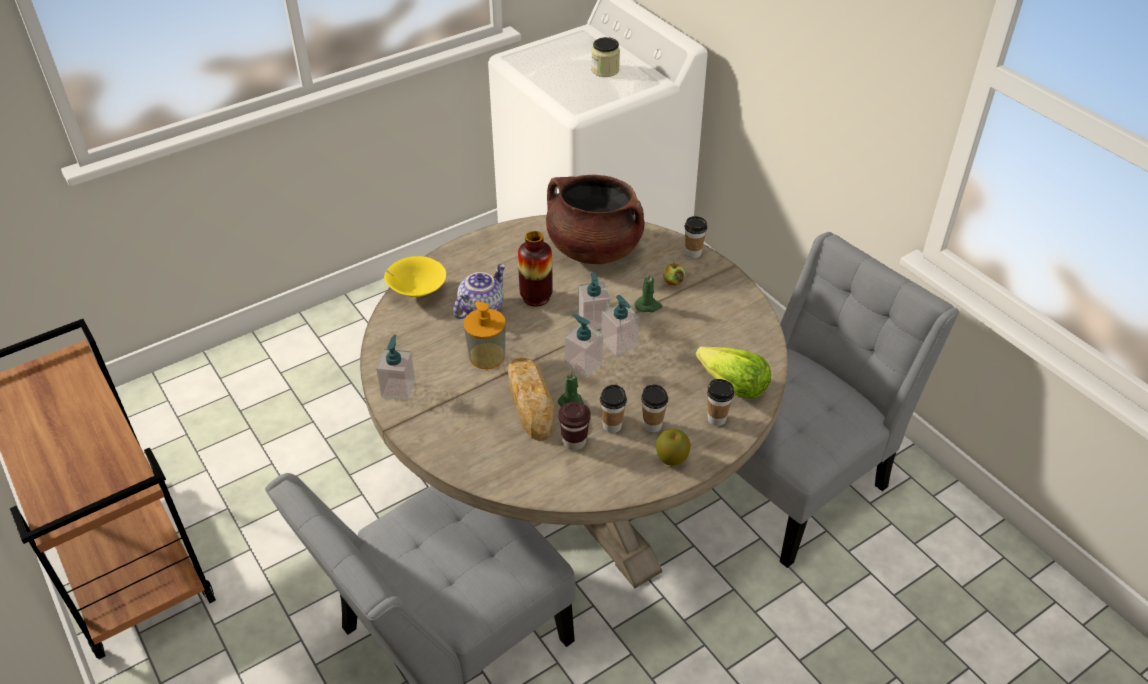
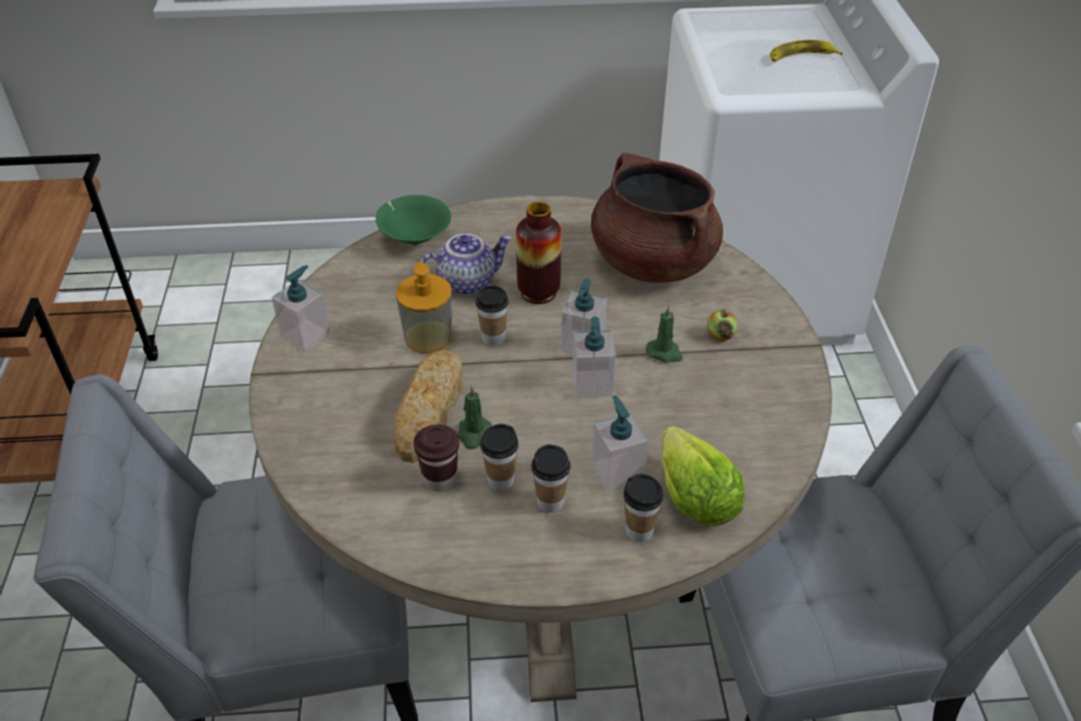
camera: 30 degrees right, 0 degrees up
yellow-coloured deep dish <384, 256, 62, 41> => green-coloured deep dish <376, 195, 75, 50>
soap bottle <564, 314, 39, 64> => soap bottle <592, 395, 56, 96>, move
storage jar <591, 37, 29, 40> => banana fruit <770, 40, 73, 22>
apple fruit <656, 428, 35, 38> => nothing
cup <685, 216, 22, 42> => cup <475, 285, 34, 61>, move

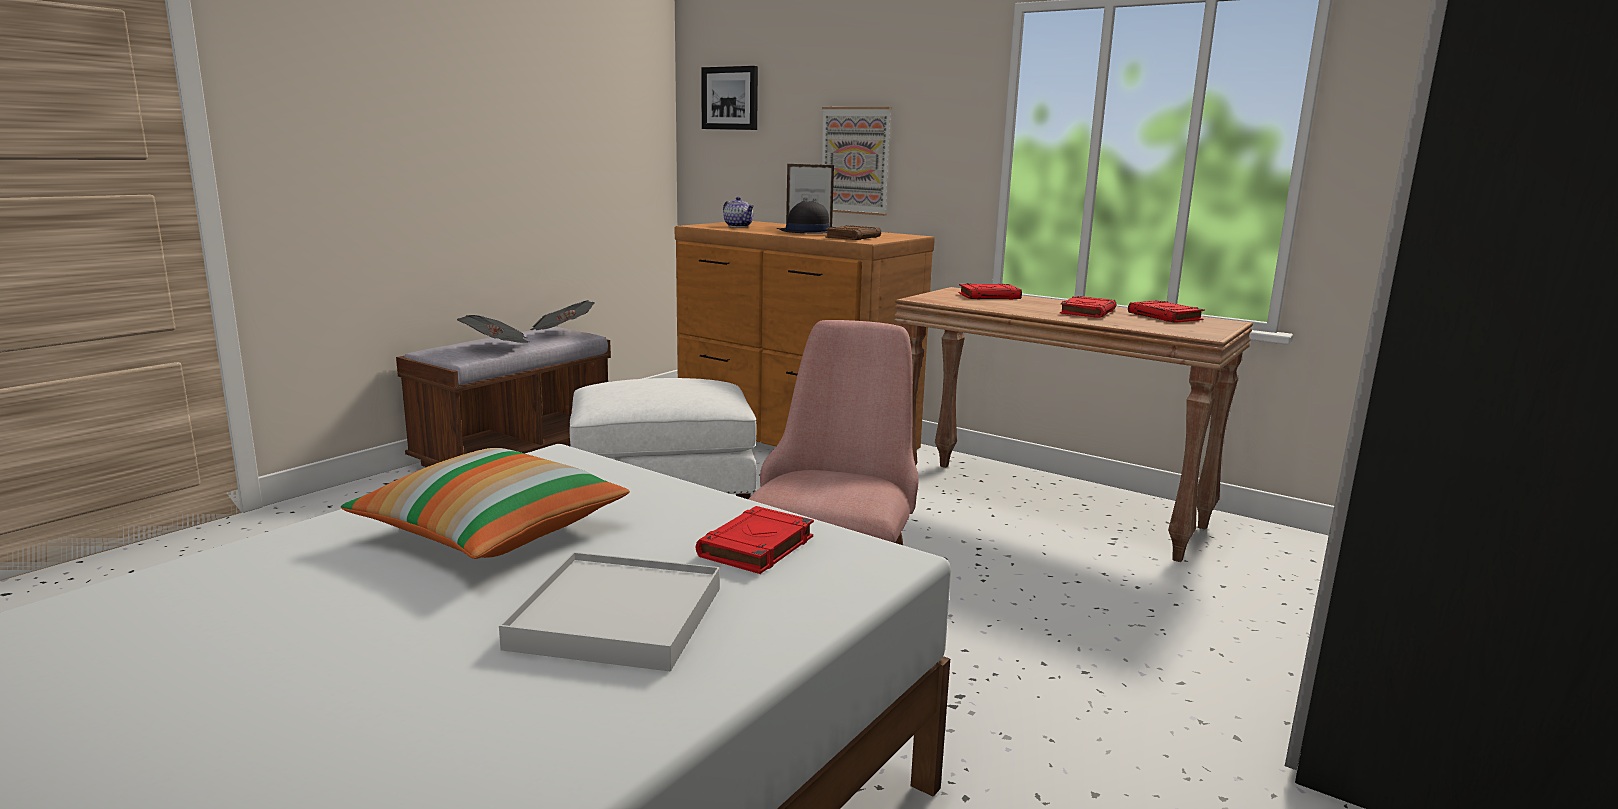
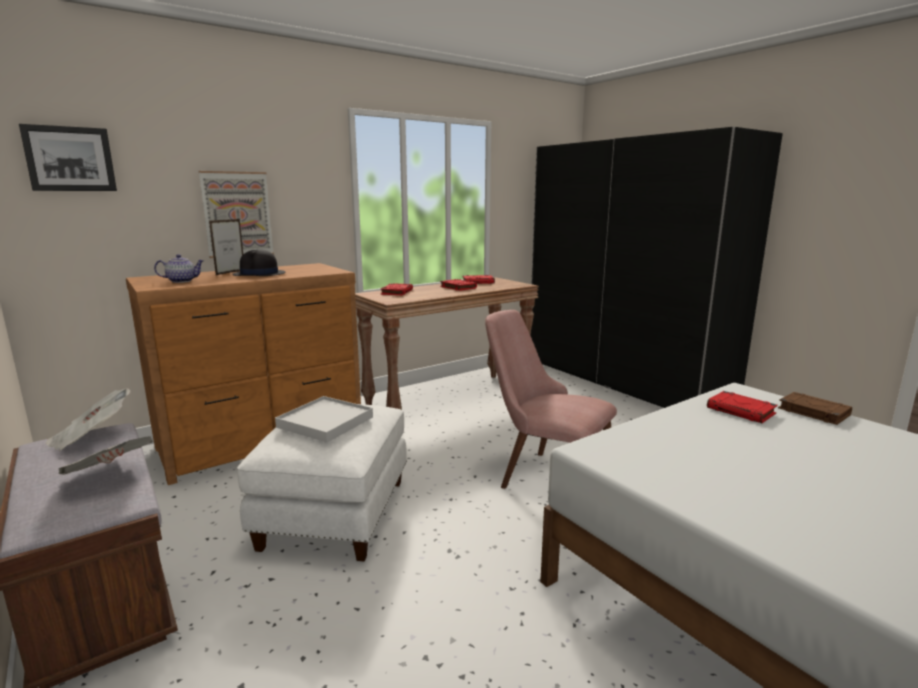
camera: 70 degrees left, 0 degrees up
throw pillow <341, 448, 288, 111> => nothing
white carrying tray <499, 552, 221, 119> => white carrying tray <275, 396, 98, 47>, move
brown-coloured volume <825, 225, 56, 15> => brown-coloured volume <778, 392, 74, 33>, move

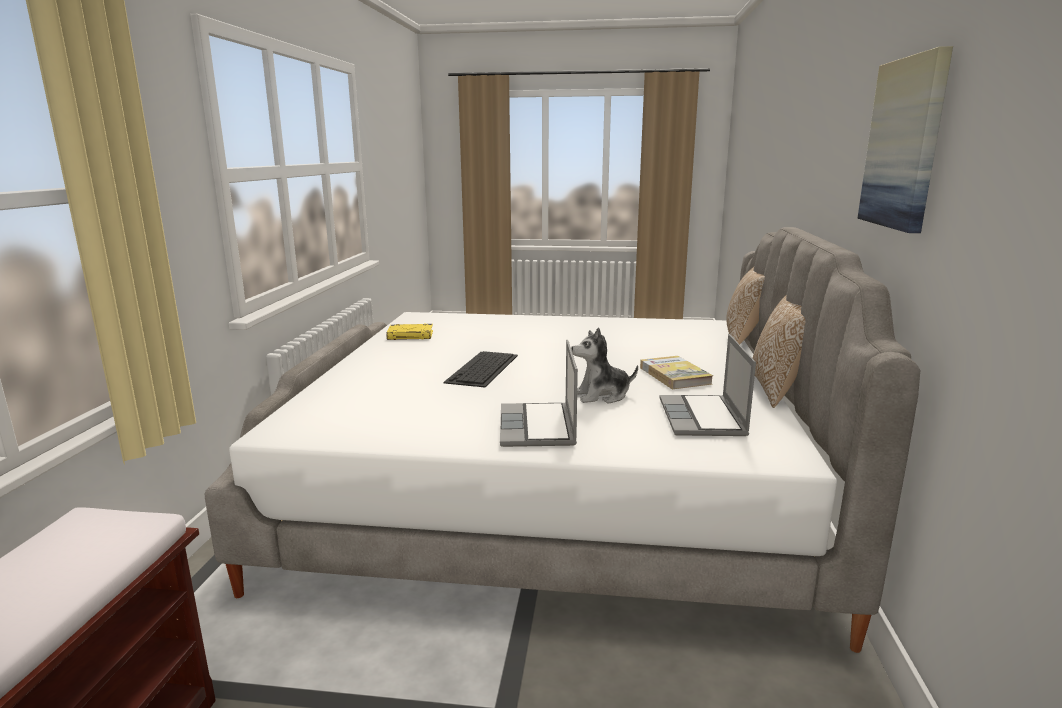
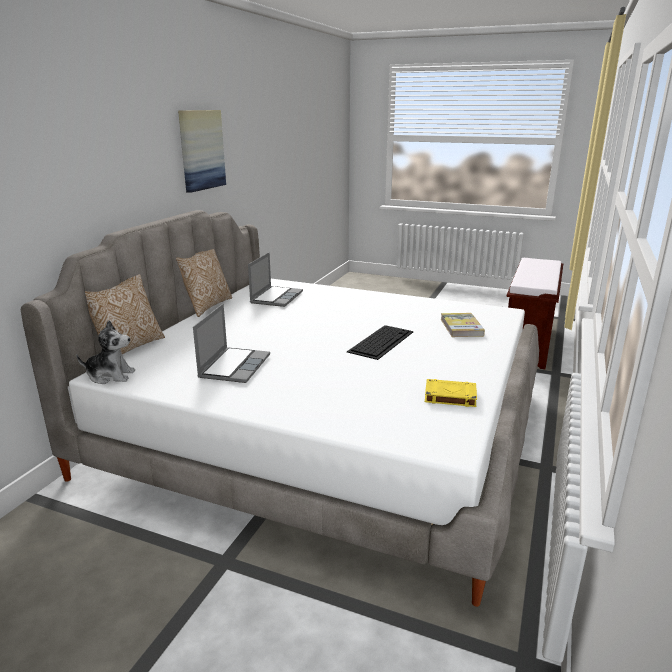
camera: 165 degrees left, 5 degrees up
notebook computer <500, 340, 78, 107> => notebook computer <193, 304, 77, 79>, move
cuddly toy <571, 328, 67, 75> => cuddly toy <76, 320, 59, 64>, move
volume <640, 356, 73, 33> => volume <441, 313, 44, 24>, move

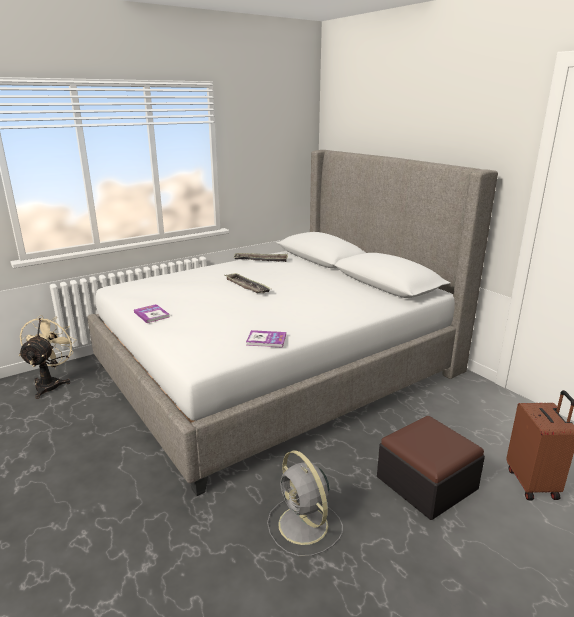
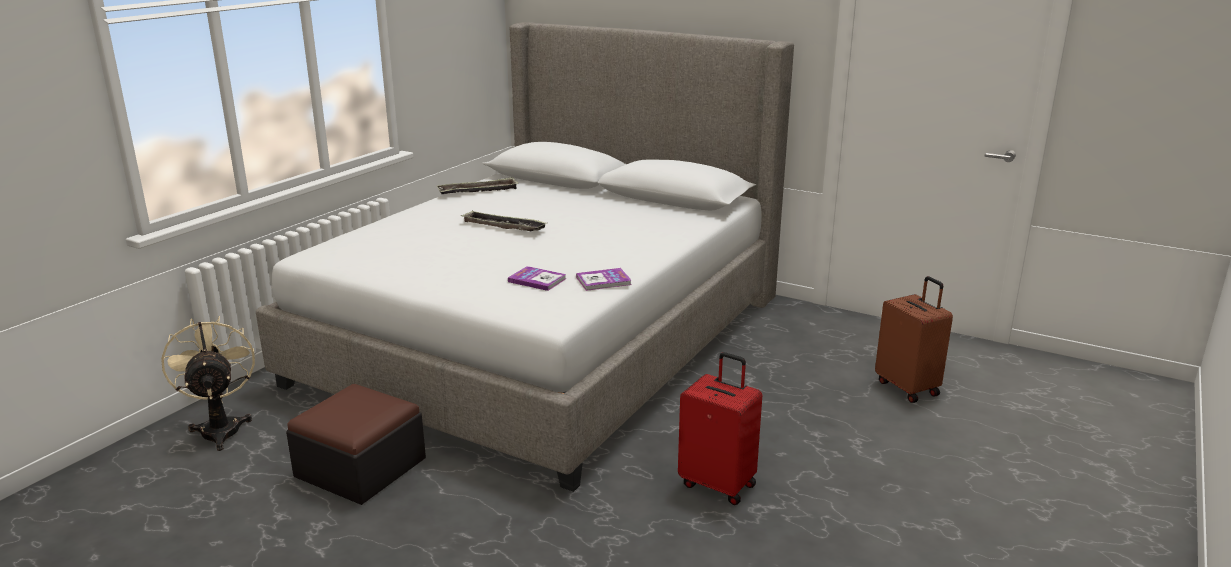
camera: 25 degrees left, 0 degrees up
volume <134, 304, 36, 19> => volume <508, 266, 58, 25>, move
gray electric fan <267, 450, 76, 106> => red-coloured piece of luggage <678, 352, 84, 153>
ottoman <377, 416, 108, 104> => ottoman <286, 384, 140, 121>, move

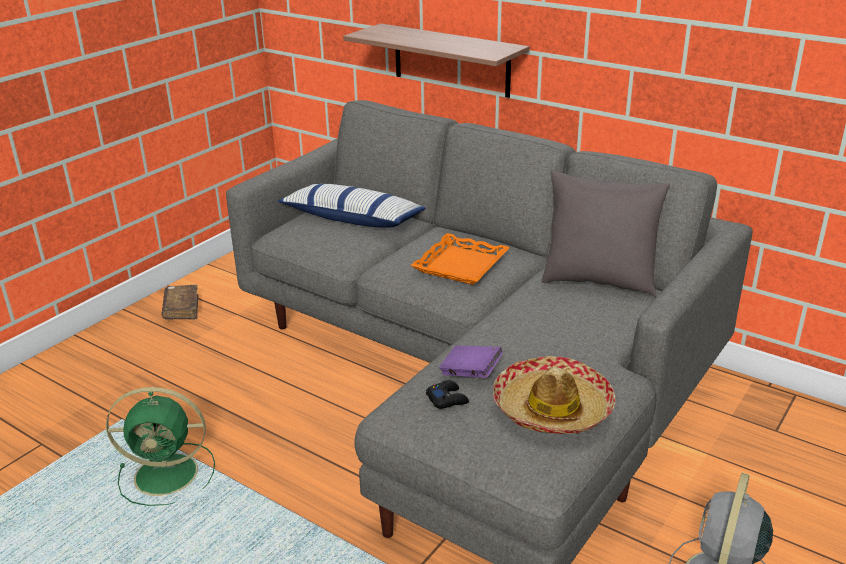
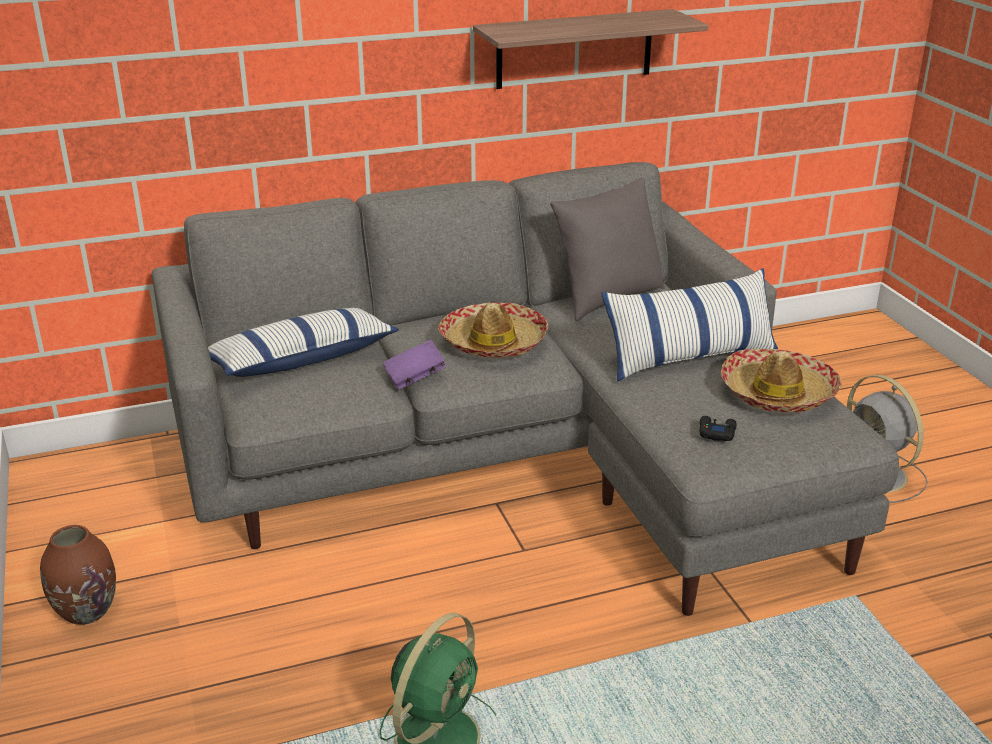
camera: 55 degrees left, 0 degrees up
brown-coloured volume <161, 285, 38, 35> => brown-coloured vase <40, 525, 76, 100>
wall shelf <343, 24, 187, 74> => wall shelf <473, 9, 236, 80>, move
orangey carrying tray <410, 233, 100, 52> => hat <438, 302, 110, 56>
purplish volume <439, 345, 64, 33> => purplish volume <383, 339, 63, 50>, move
nothing => throw pillow <602, 268, 176, 114>

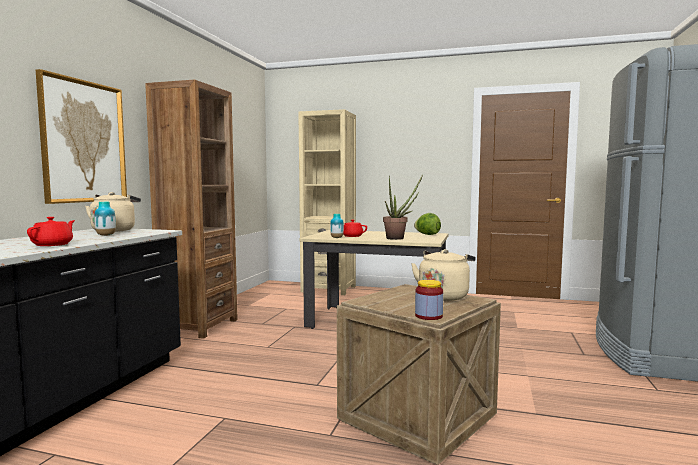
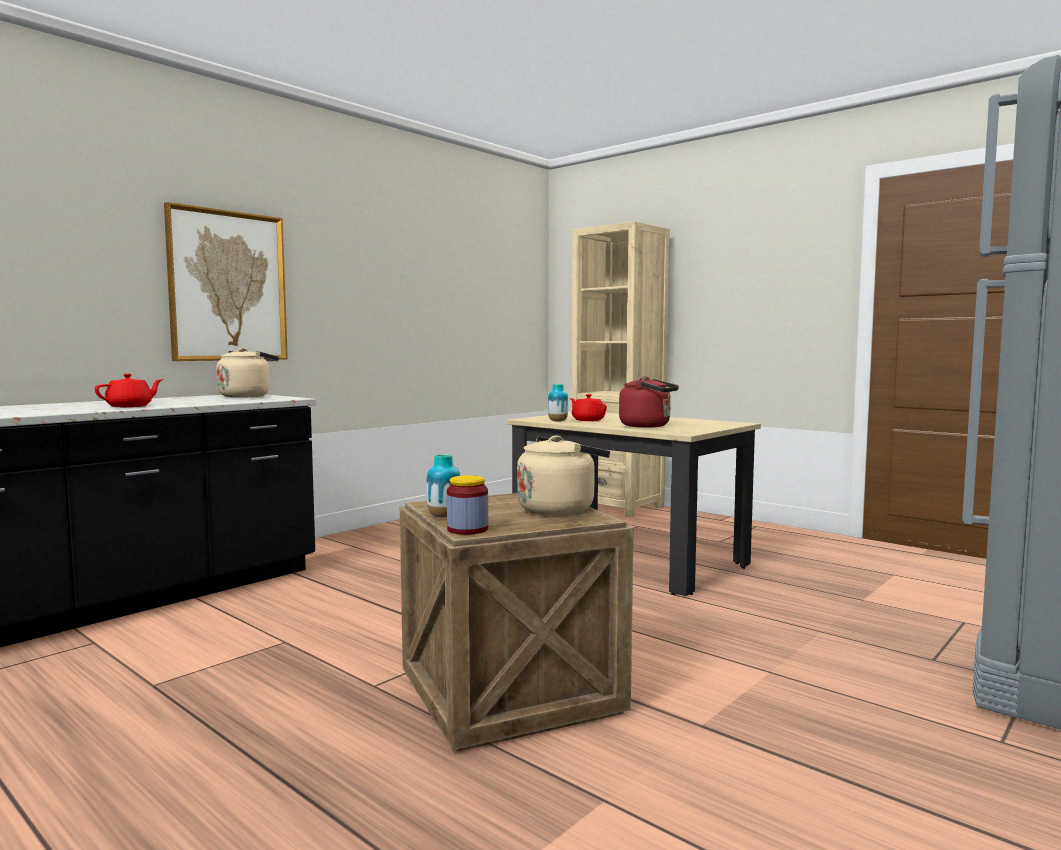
camera: 25 degrees right, 0 degrees up
vase <94, 202, 22, 34> => vase <426, 454, 34, 64>, move
brown-coloured bookshelf <145, 80, 93, 259> => nothing
houseplant <383, 175, 40, 65> => red-coloured water kettle <619, 376, 60, 52>
head of lettuce <414, 213, 27, 22> => nothing

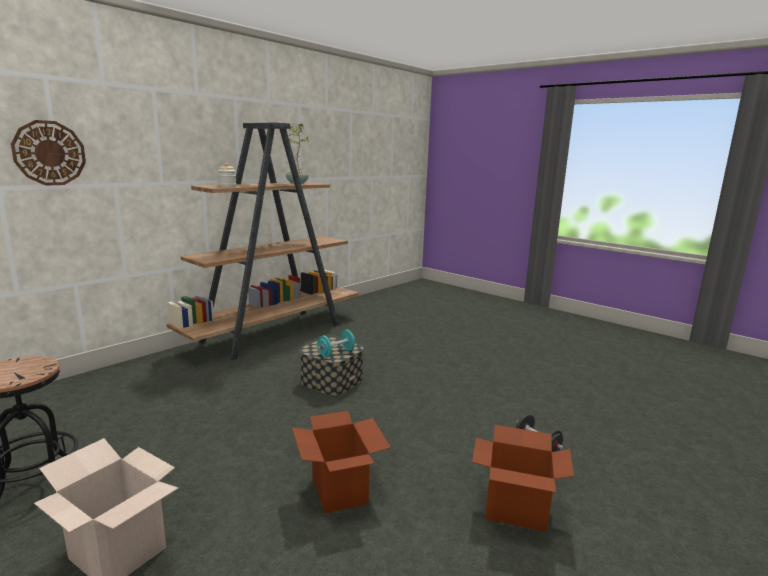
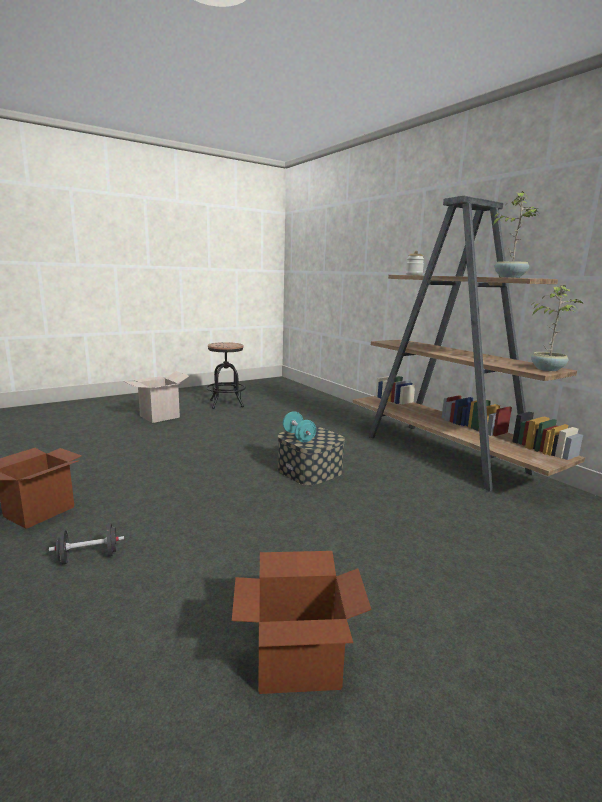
camera: 105 degrees right, 0 degrees up
wall clock <11, 120, 75, 66> => nothing
packing box <292, 411, 99, 103> => packing box <232, 551, 140, 143>, move
nothing => houseplant <531, 285, 52, 86>

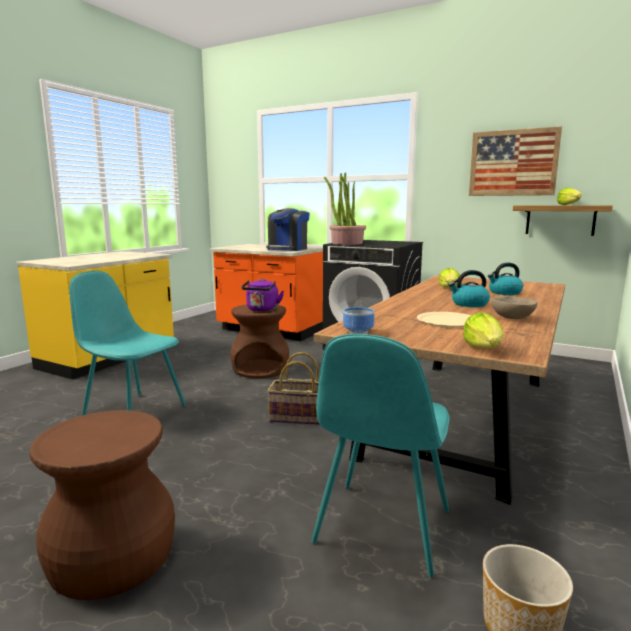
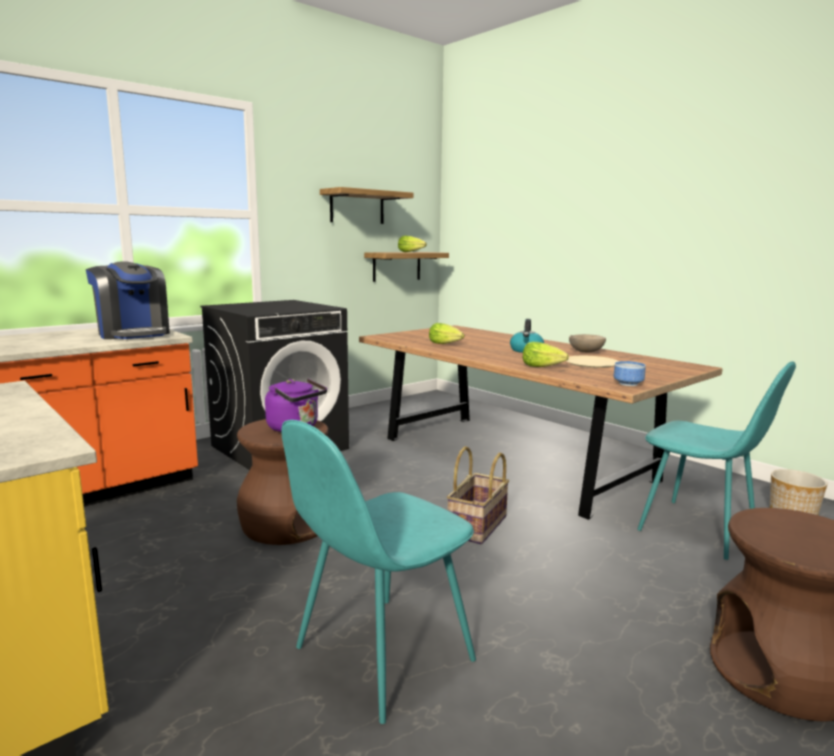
camera: 70 degrees left, 0 degrees up
houseplant <324, 173, 42, 72> => nothing
head of lettuce <463, 312, 41, 36> => head of lettuce <523, 342, 46, 25>, move
wall art <469, 126, 93, 70> => wall shelf <320, 187, 93, 37>
water kettle <488, 262, 35, 33> => nothing

